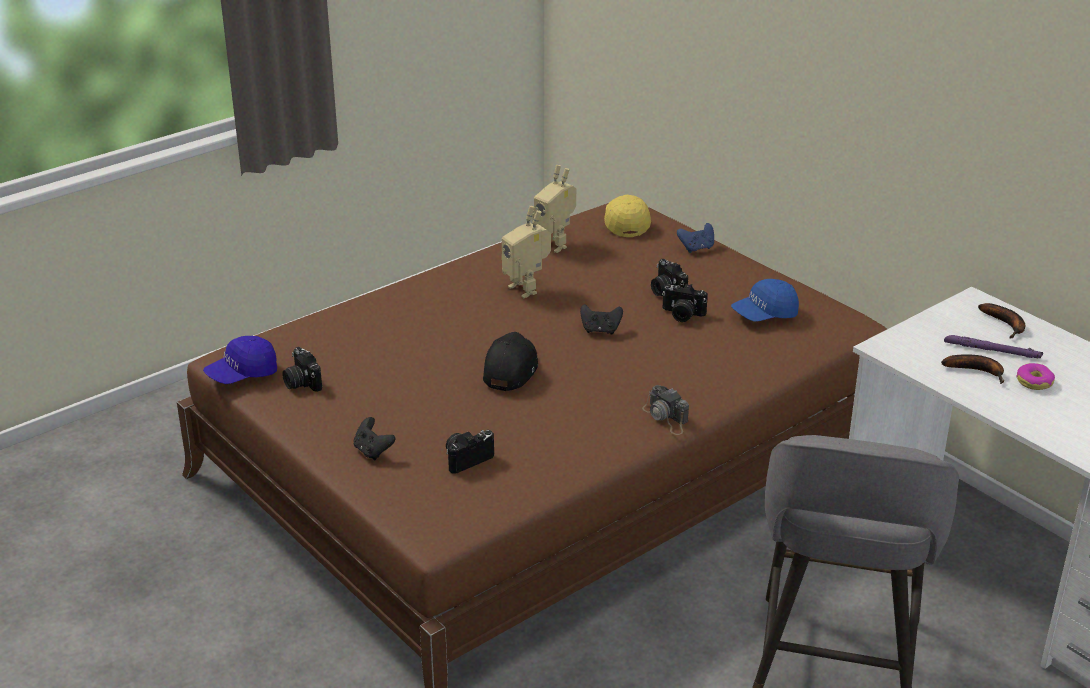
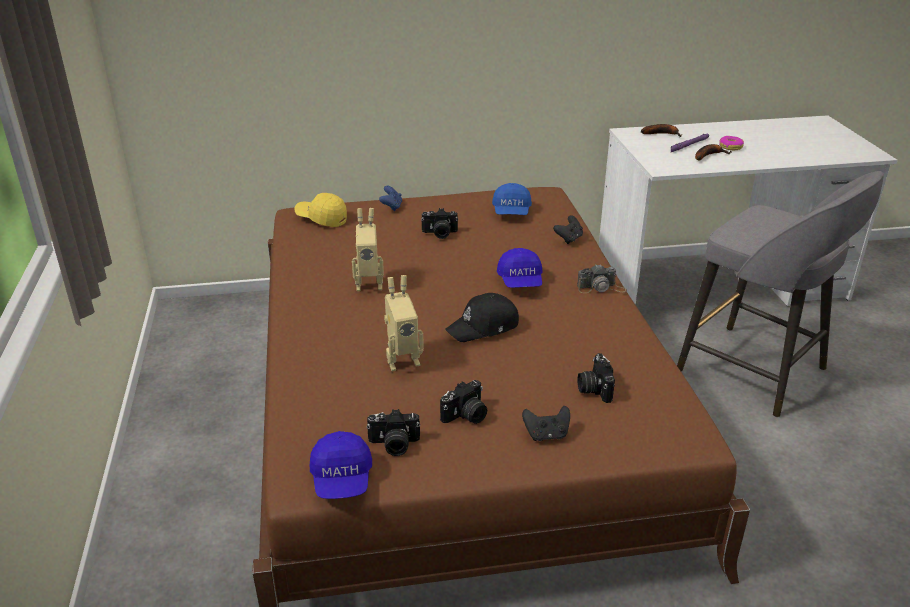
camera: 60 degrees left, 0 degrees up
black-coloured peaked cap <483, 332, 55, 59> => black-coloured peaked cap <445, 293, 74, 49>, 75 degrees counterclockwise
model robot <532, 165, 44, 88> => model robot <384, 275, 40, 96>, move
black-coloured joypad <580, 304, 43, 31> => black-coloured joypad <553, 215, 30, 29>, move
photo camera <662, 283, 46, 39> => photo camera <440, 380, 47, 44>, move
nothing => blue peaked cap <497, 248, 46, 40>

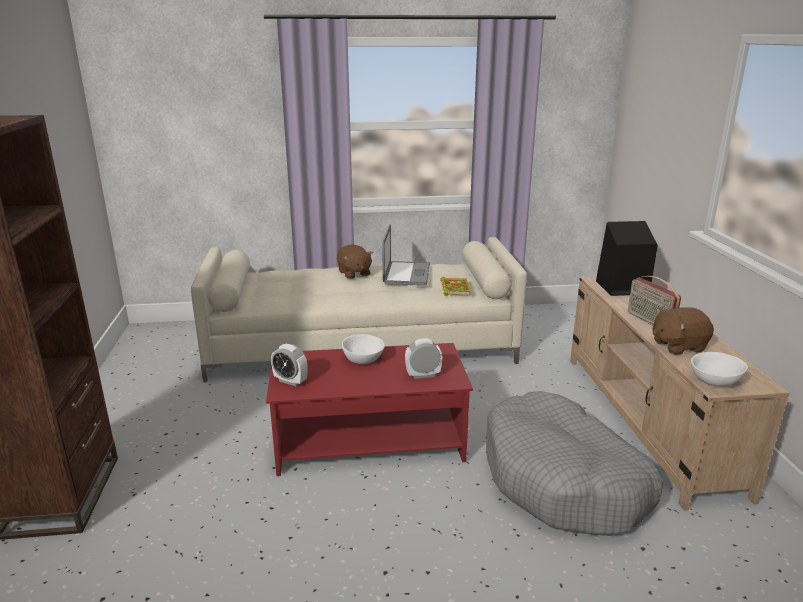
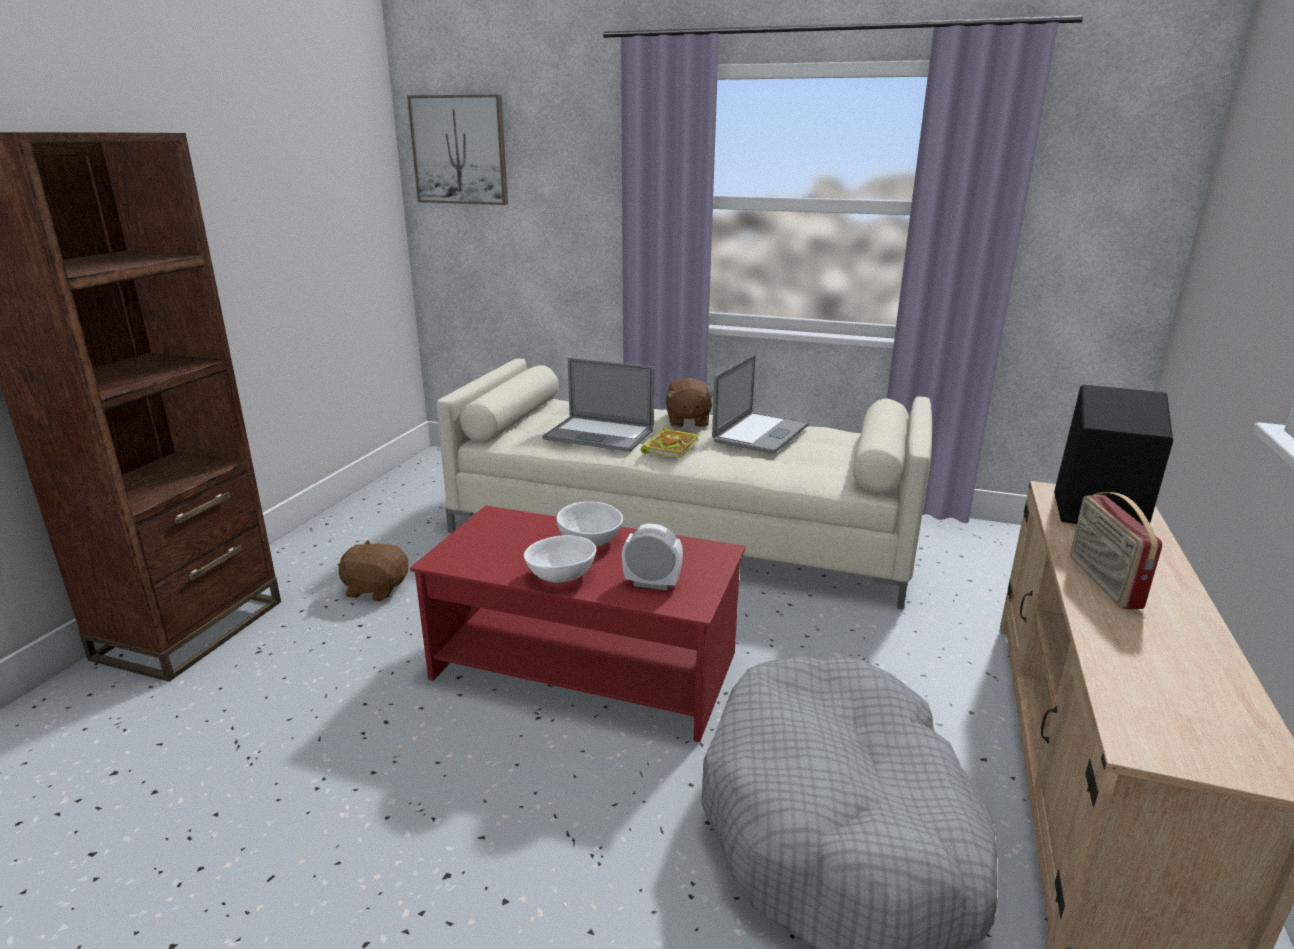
camera: 25 degrees right, 0 degrees up
alarm clock <271, 344, 37, 42> => nothing
volume <440, 277, 31, 19> => volume <641, 427, 59, 31>, move
brown-coloured cuddly toy <653, 307, 61, 48> => brown-coloured cuddly toy <338, 540, 71, 62>, move
white deep dish <691, 352, 57, 34> => white deep dish <524, 535, 72, 48>, move
nothing => wall art <407, 95, 101, 110>
nothing => notebook computer <542, 358, 112, 94>

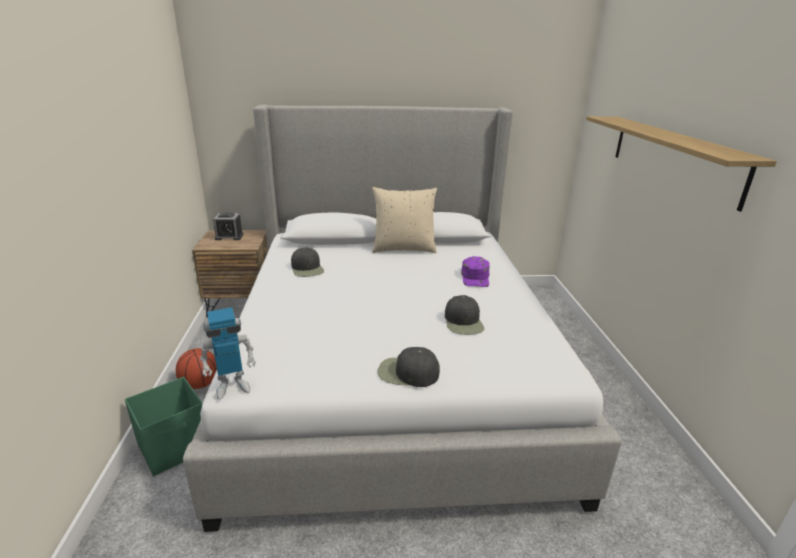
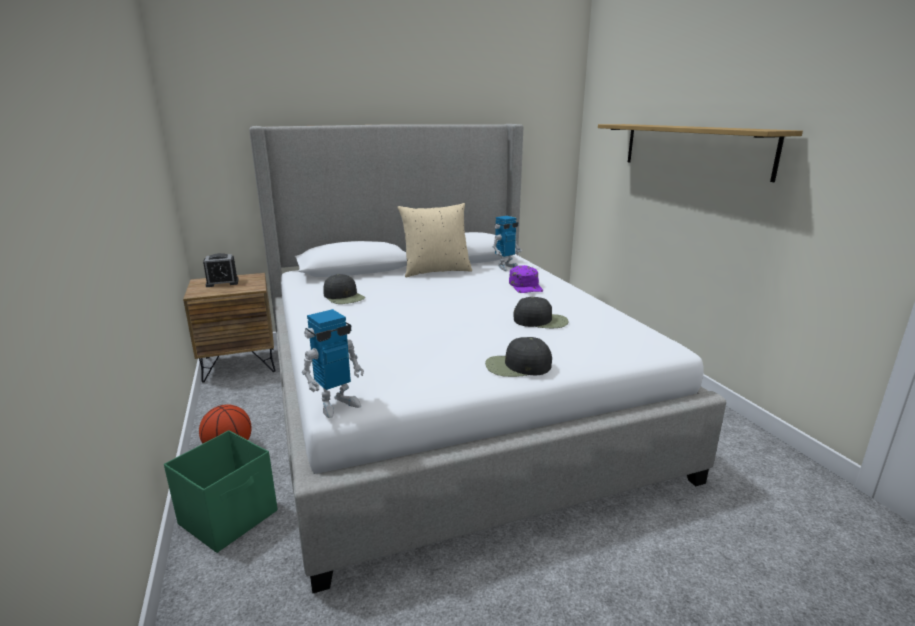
camera: 15 degrees left, 5 degrees down
black-coloured peaked cap <445, 295, 39, 40> => black-coloured peaked cap <513, 297, 55, 31>, 60 degrees counterclockwise
nothing => model robot <493, 216, 28, 55>

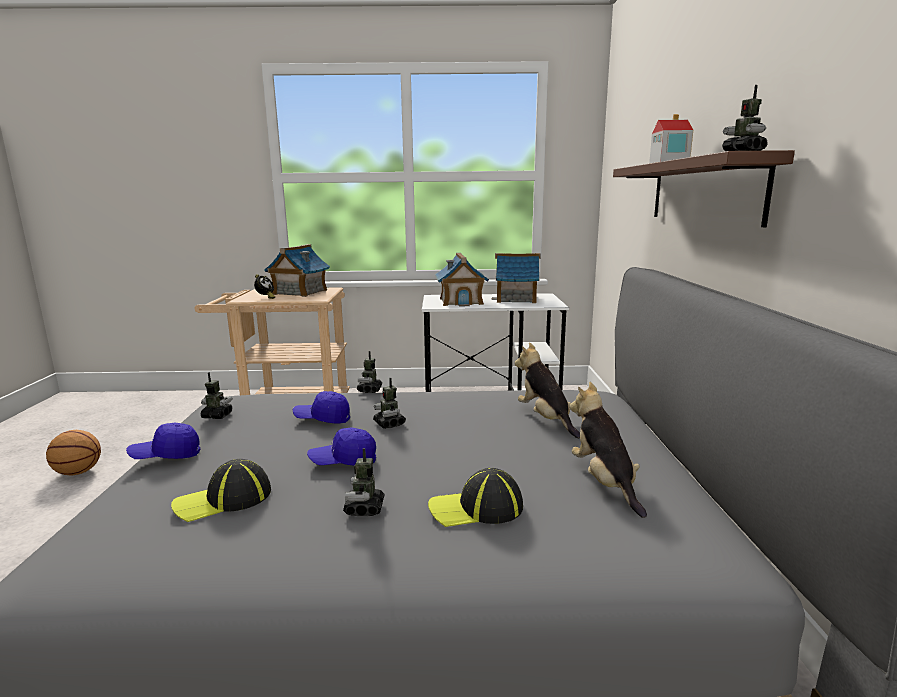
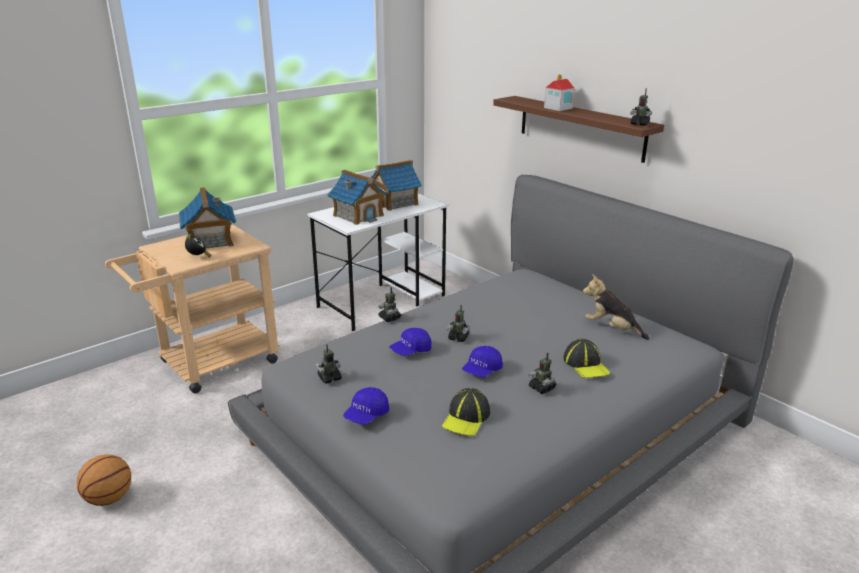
camera: 40 degrees left, 10 degrees up
peaked cap <428, 468, 95, 59> => peaked cap <563, 339, 47, 39>, 60 degrees counterclockwise
cuddly toy <515, 342, 65, 96> => nothing

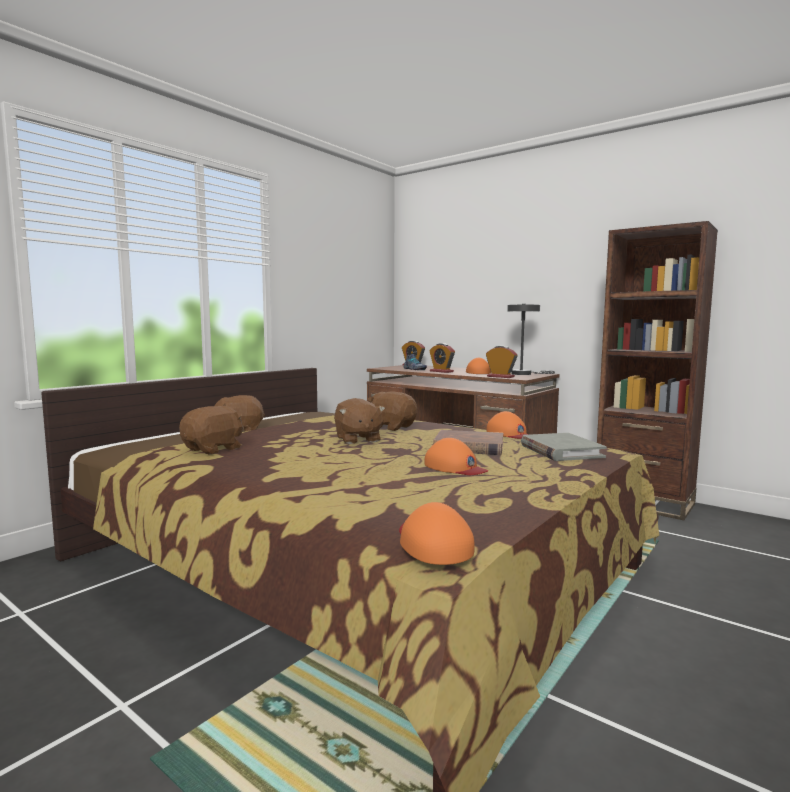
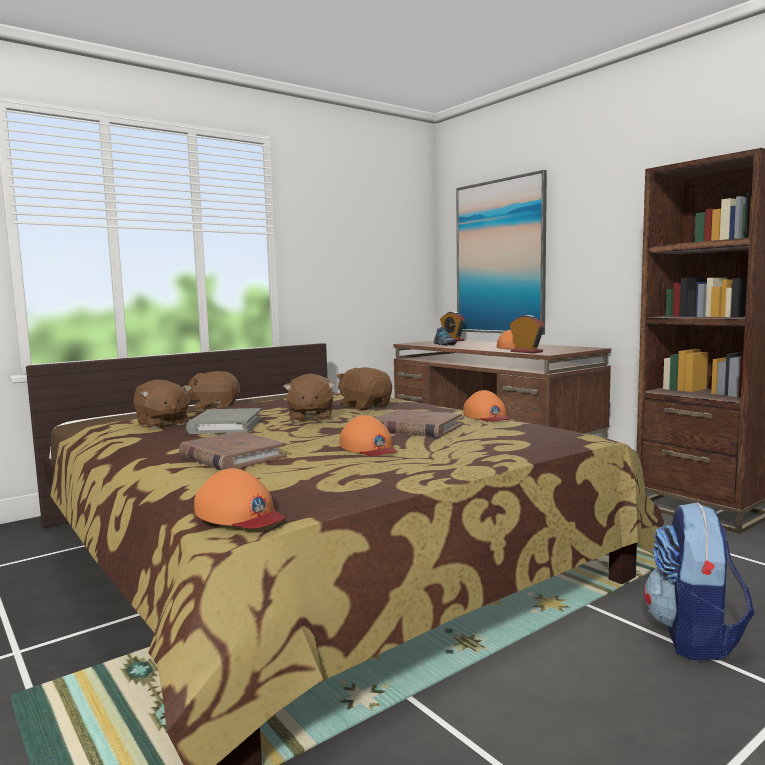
camera: 15 degrees right, 0 degrees up
brown-coloured cuddly toy <179, 406, 64, 49> => brown-coloured cuddly toy <133, 379, 59, 50>, 90 degrees clockwise
orangey peaked cap <399, 502, 76, 63> => orangey peaked cap <194, 468, 91, 61>, 135 degrees clockwise
alarm clock <429, 343, 26, 30> => nothing
gray table lamp <507, 304, 48, 71> => nothing
gray volume <521, 433, 86, 28> => gray volume <186, 408, 76, 26>, move
nothing => brown-coloured volume <179, 431, 108, 39>
nothing => wall art <456, 170, 91, 165>
nothing => rucksack <644, 502, 111, 158>

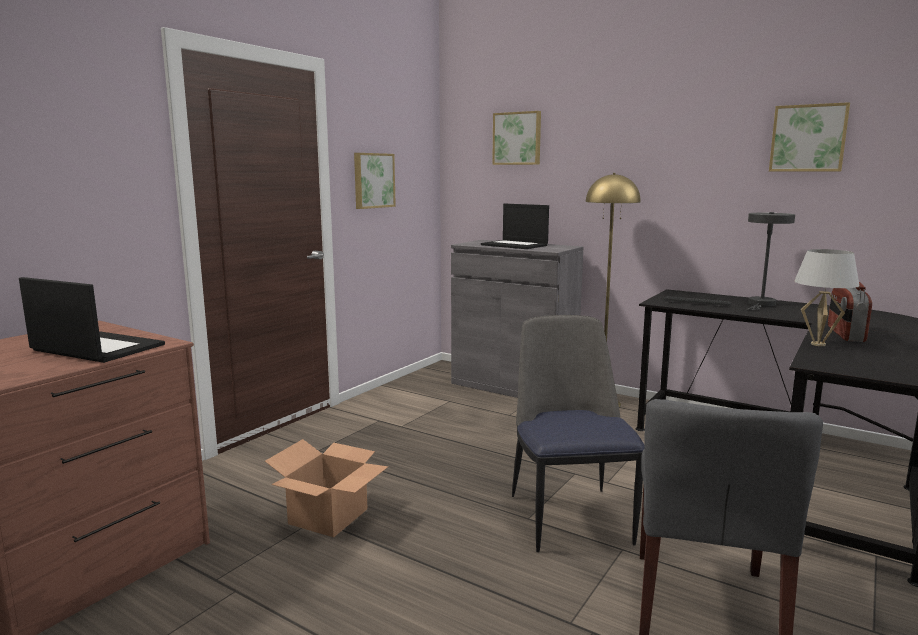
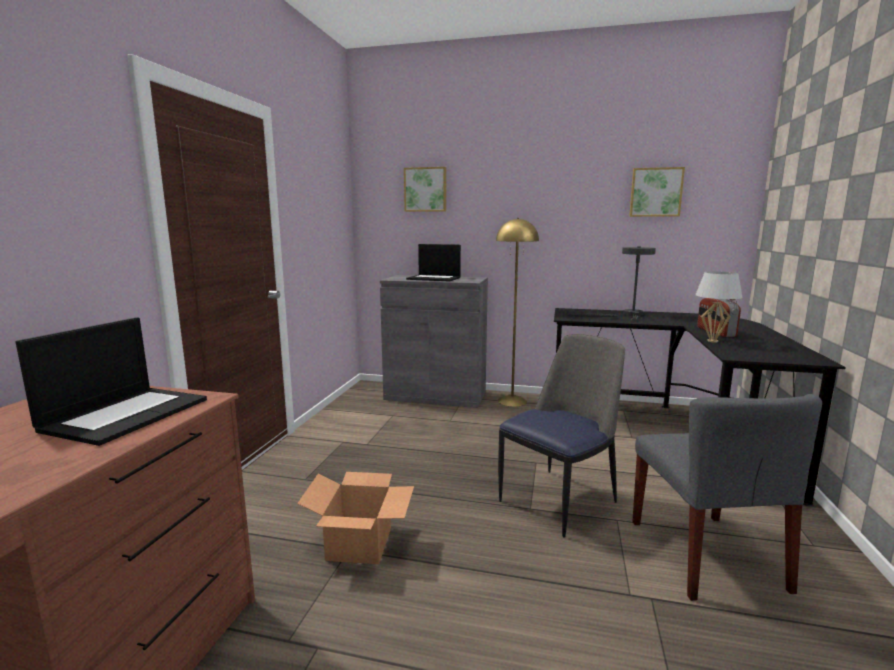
camera: 20 degrees left, 0 degrees up
notebook computer <19, 277, 146, 86> => notebook computer <16, 317, 191, 129>, 105 degrees clockwise
wall art <354, 153, 42, 56> => nothing
chair <512, 315, 133, 237> => chair <498, 334, 127, 204>, 75 degrees clockwise

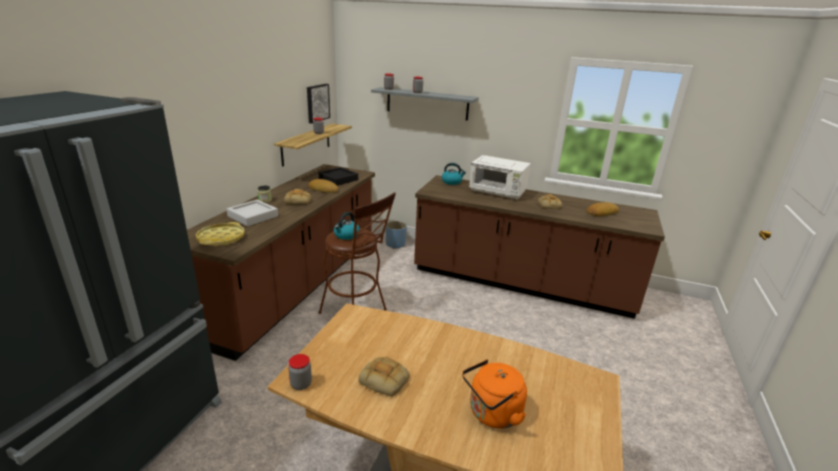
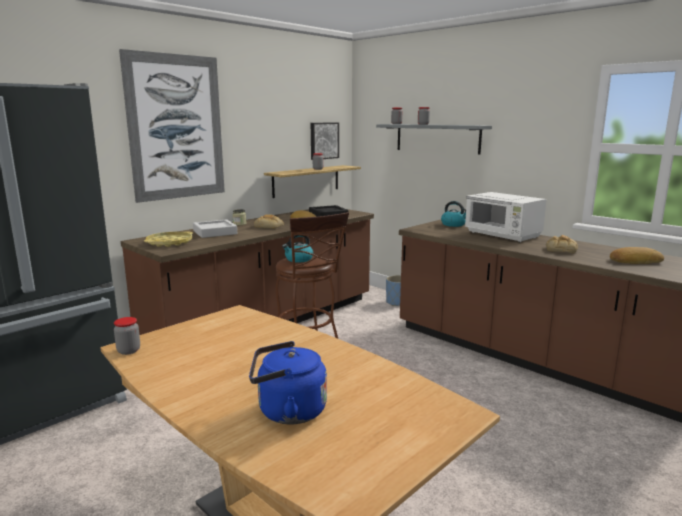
camera: 25 degrees right, 10 degrees down
baked bread <359, 357, 51, 40> => nothing
orangey water kettle <462, 359, 65, 70> => blue water kettle <249, 341, 78, 84>
nothing => wall art <119, 49, 106, 154>

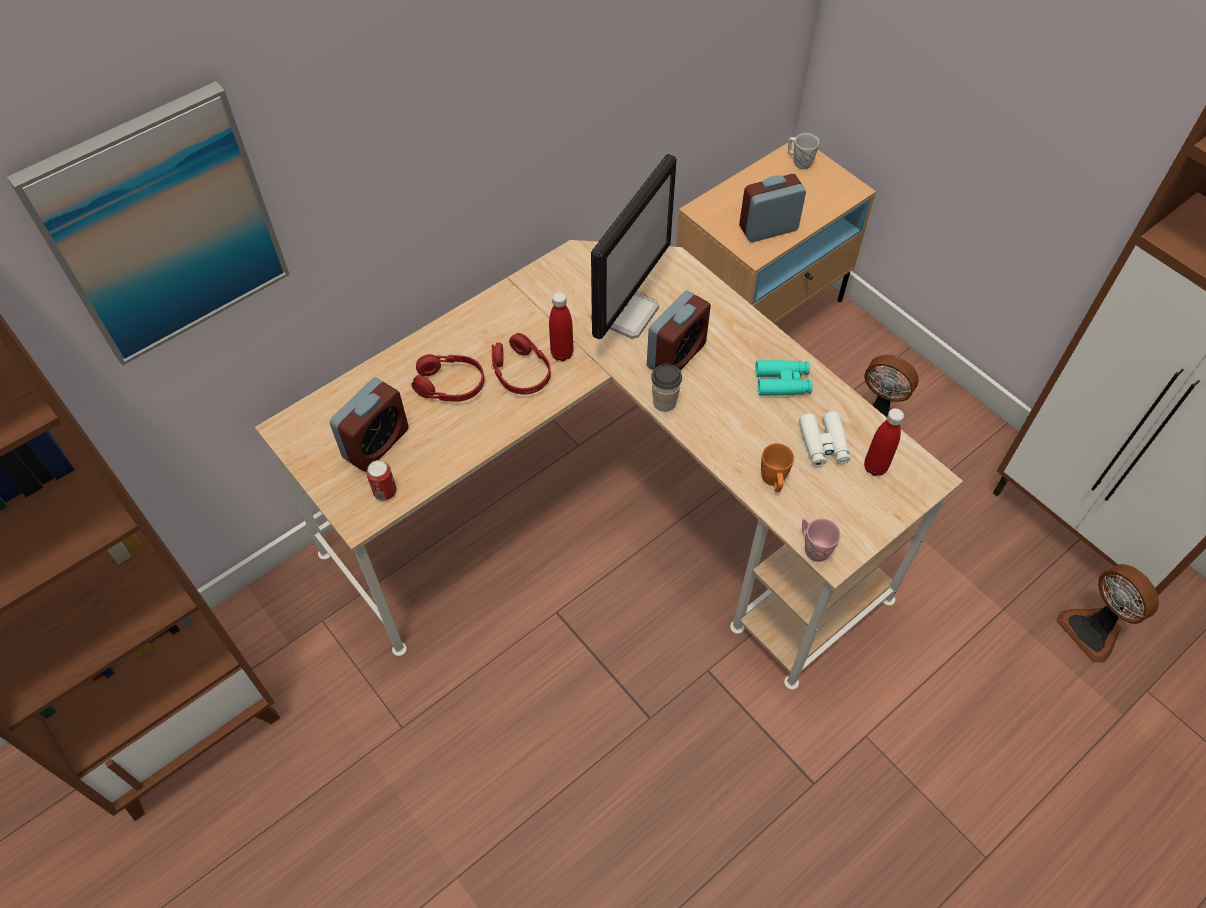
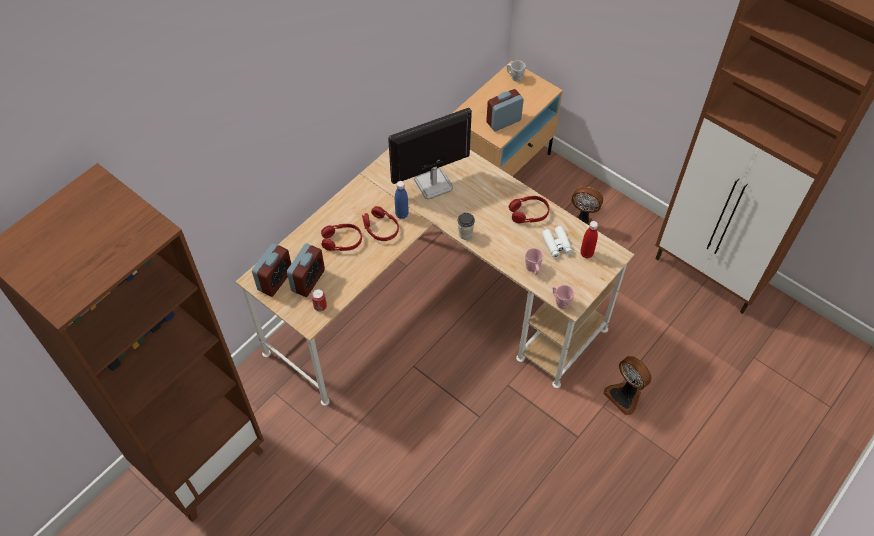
camera: 10 degrees left, 0 degrees up
wall art <7, 81, 283, 285> => nothing
red-coloured bottle <549, 292, 25, 70> => blue bottle <395, 181, 14, 38>
monitor <591, 154, 86, 185> => monitor <388, 108, 84, 92>, 135 degrees counterclockwise
alarm clock <647, 290, 64, 81> => alarm clock <252, 243, 39, 54>, move
turquoise-coloured field glasses <755, 360, 58, 36> => red-coloured headphones <509, 196, 41, 27>
orangey tea mug <761, 443, 33, 49> => pink tea mug <525, 248, 18, 27>
electric fan <1056, 564, 103, 99> => electric fan <603, 356, 48, 59>, move

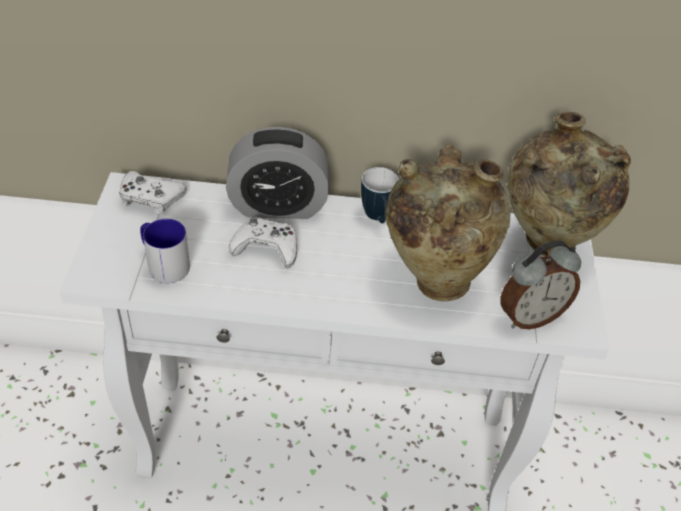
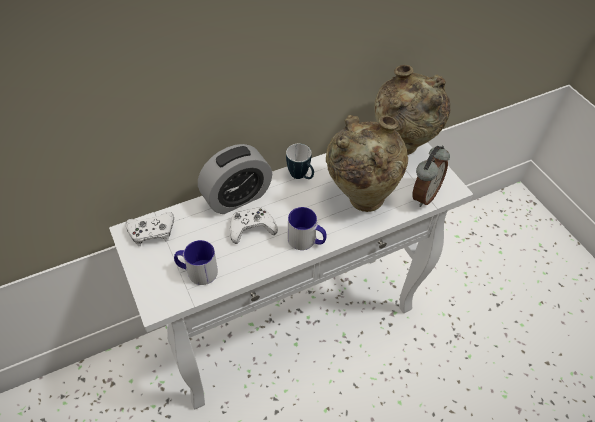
camera: 30 degrees left, 5 degrees up
nothing => tea mug <288, 207, 39, 43>

